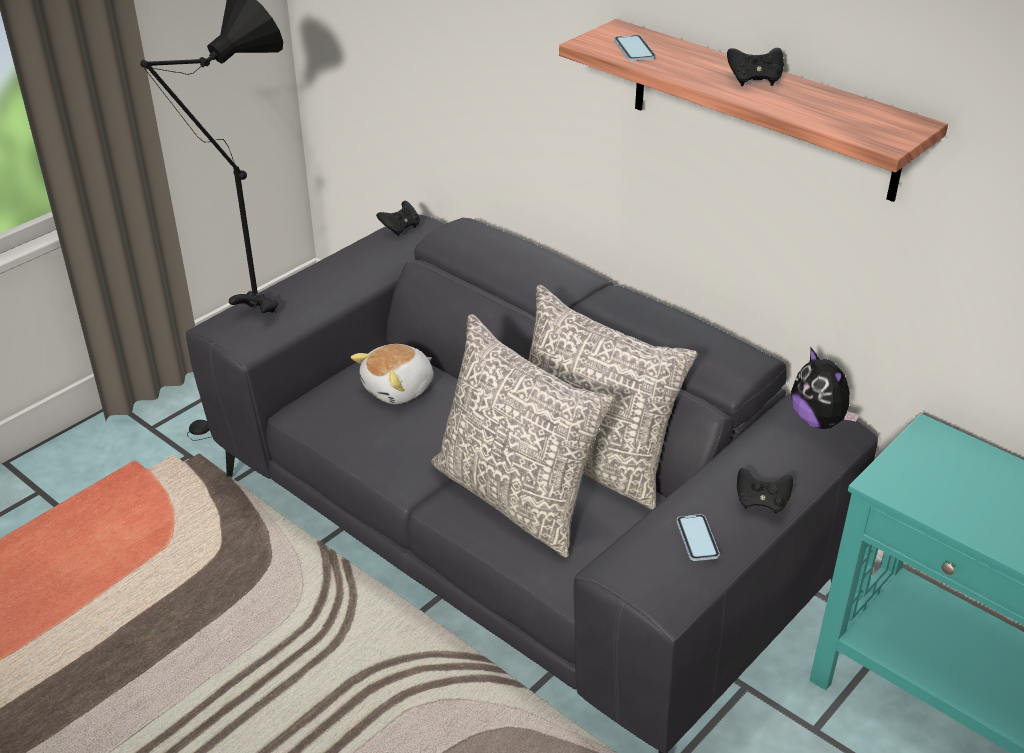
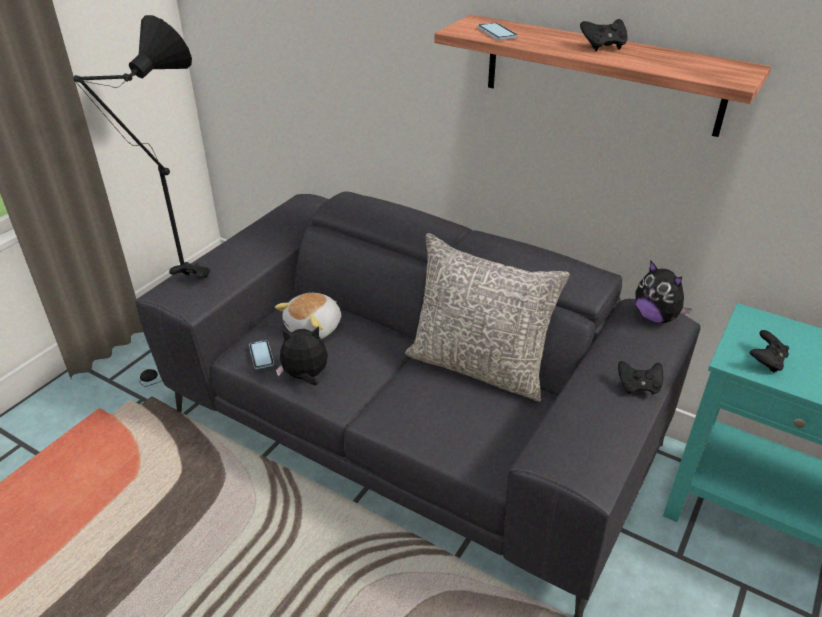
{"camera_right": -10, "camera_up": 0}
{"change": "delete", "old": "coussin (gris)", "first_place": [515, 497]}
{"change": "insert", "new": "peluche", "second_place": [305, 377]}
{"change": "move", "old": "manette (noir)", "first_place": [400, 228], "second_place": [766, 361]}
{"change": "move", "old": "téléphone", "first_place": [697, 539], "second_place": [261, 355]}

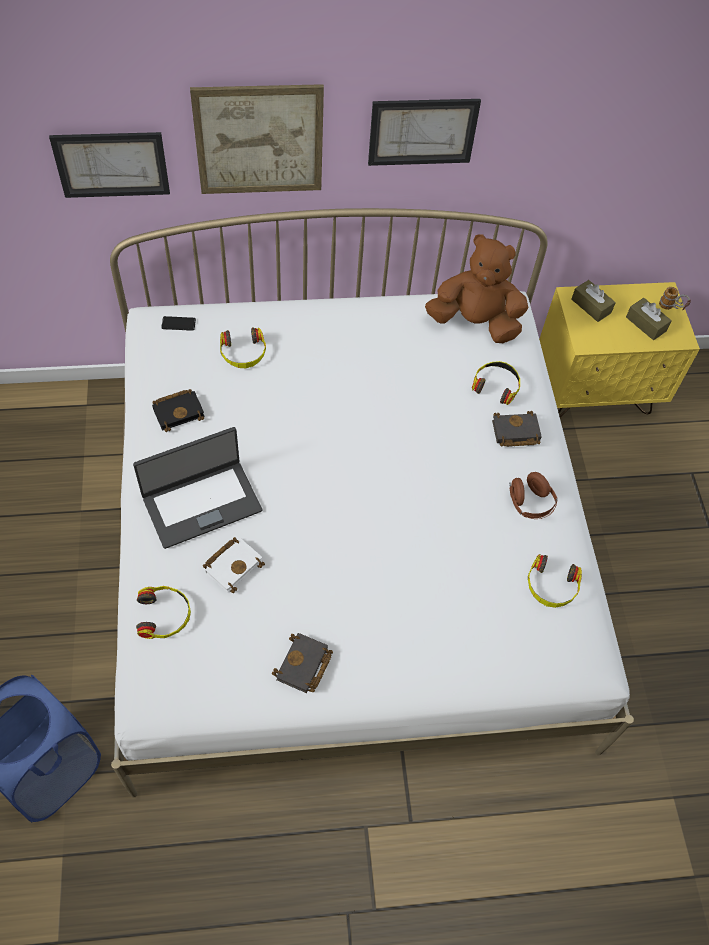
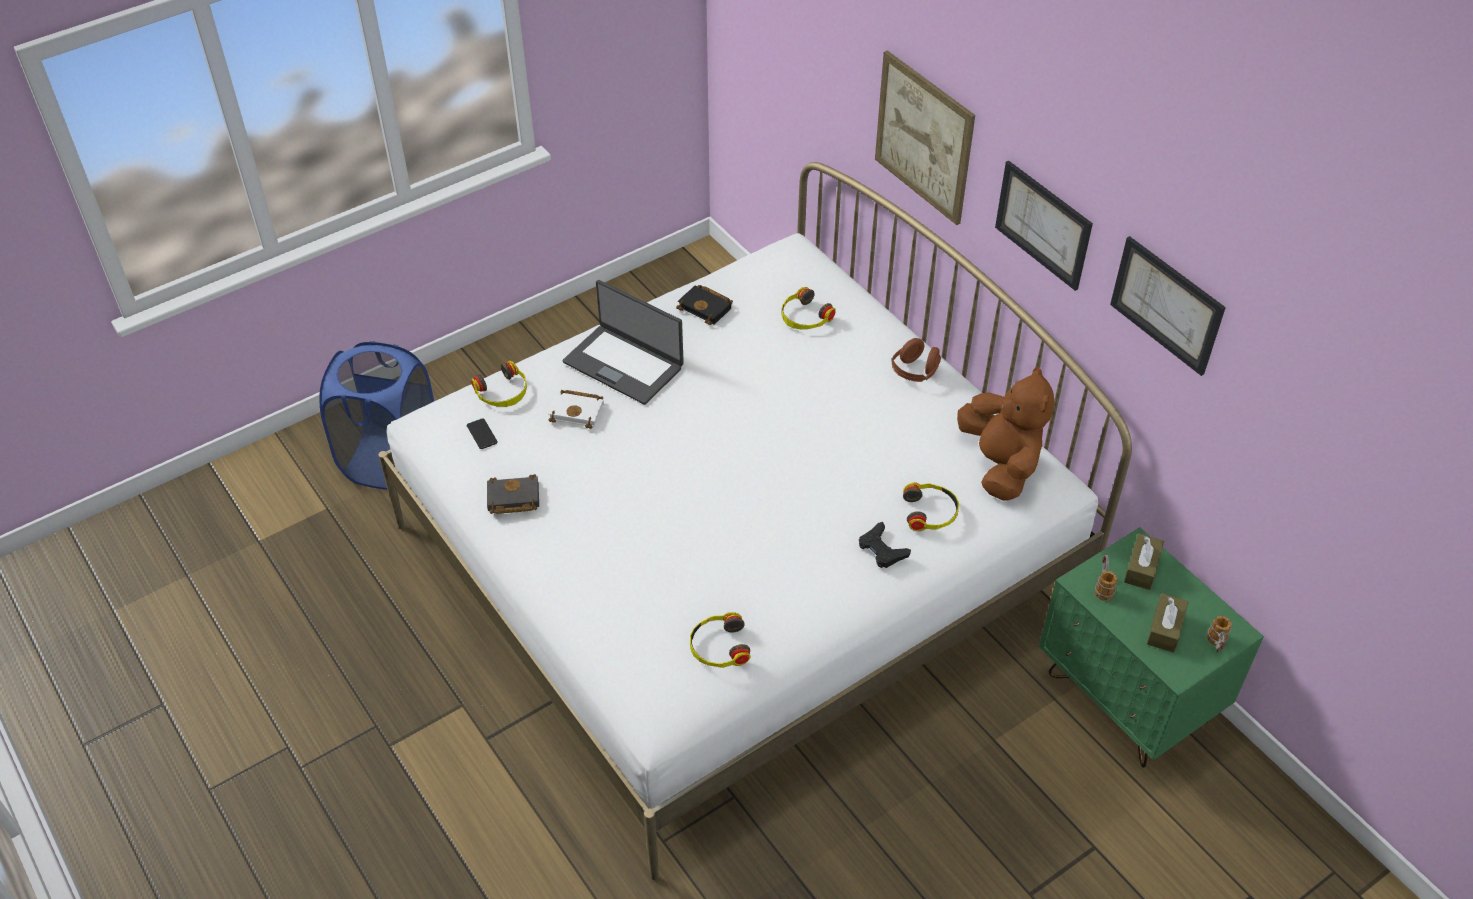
{"camera_right": 65, "camera_up": -10}
{"change": "insert", "new": "mug", "second_place": [1102, 586]}
{"change": "move", "old": "tableau", "first_place": [111, 164], "second_place": [1167, 305]}
{"change": "move", "old": "téléphone", "first_place": [178, 324], "second_place": [482, 434]}
{"change": "move", "old": "casque audio (marron)", "first_place": [530, 503], "second_place": [914, 372]}
{"change": "replace", "old": "livre (noir)", "new": "manette (noir)", "first_place": [514, 433], "second_place": [882, 549]}
{"change": "recolor", "old": "table de chevet (jaune)", "new": "table de chevet (vert)", "first_place": [595, 391], "second_place": [1127, 699]}

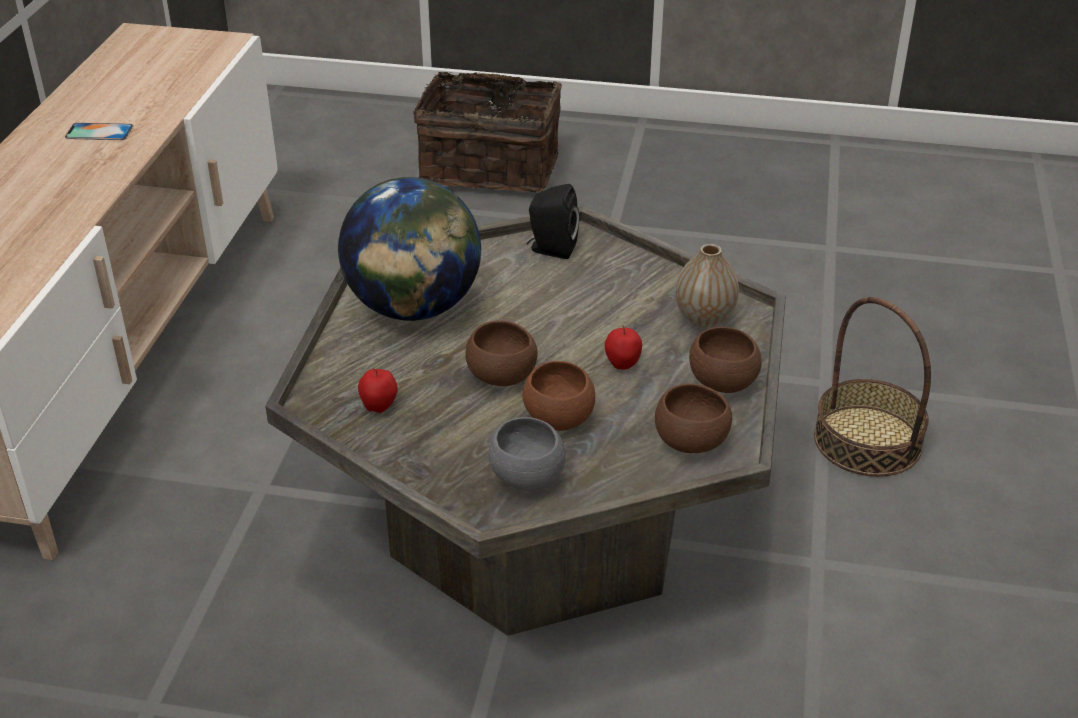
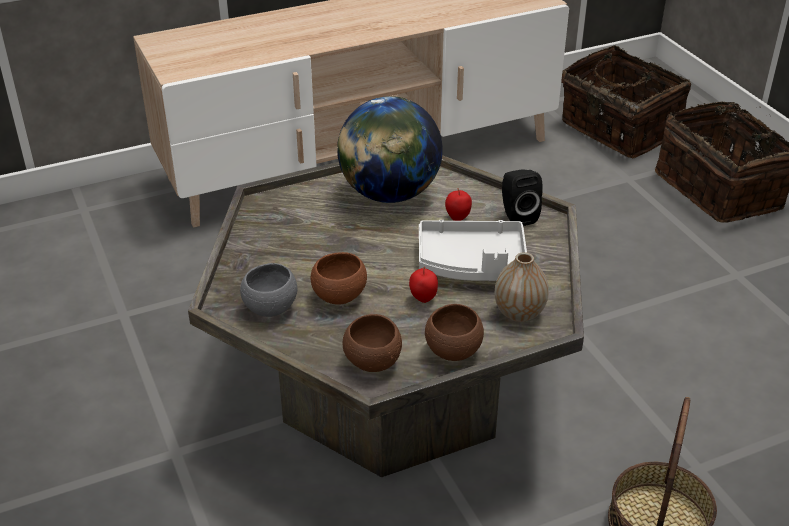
{"camera_right": 55, "camera_up": 0}
{"change": "delete", "old": "téléphone", "first_place": [99, 132]}
{"change": "delete", "old": "bol (marron)", "first_place": [501, 377]}
{"change": "insert", "new": "plateau (gris)", "second_place": [472, 264]}
{"change": "insert", "new": "panier", "second_place": [618, 129]}
{"change": "move", "old": "pomme", "first_place": [379, 408], "second_place": [457, 218]}

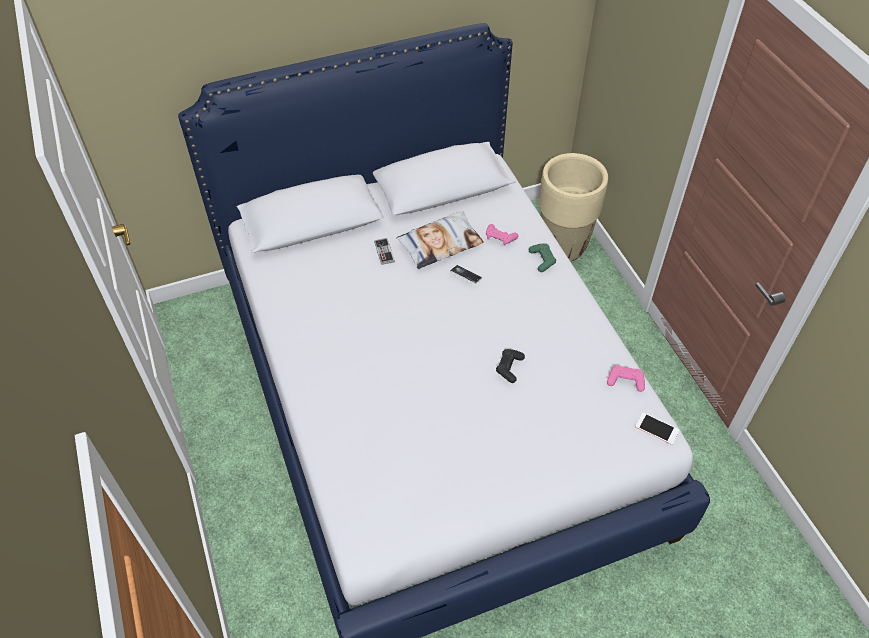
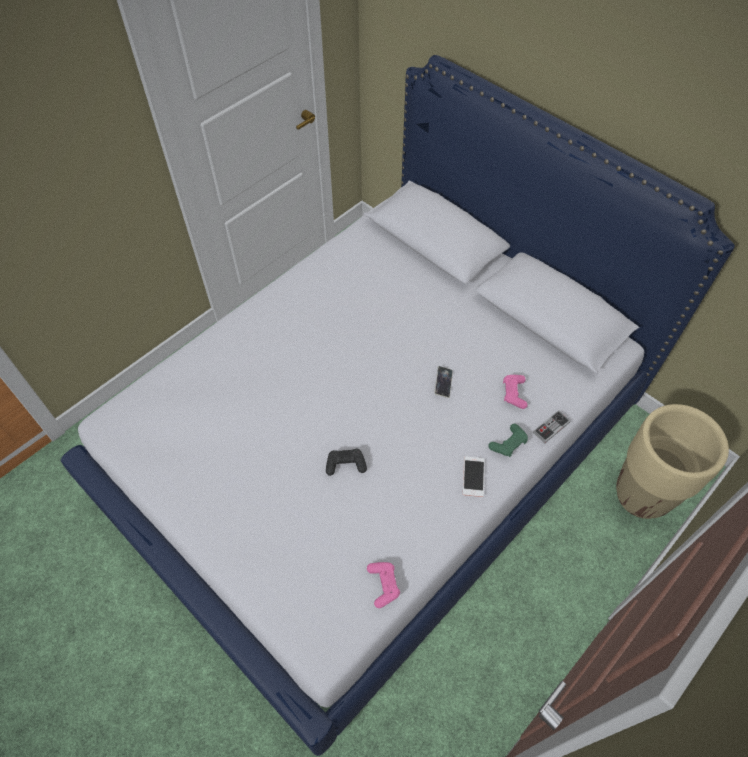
{"camera_right": 65, "camera_up": 5}
{"change": "delete", "old": "coussin", "first_place": [440, 244]}
{"change": "move", "old": "manette", "first_place": [384, 252], "second_place": [551, 427]}
{"change": "move", "old": "téléphone", "first_place": [657, 429], "second_place": [473, 476]}

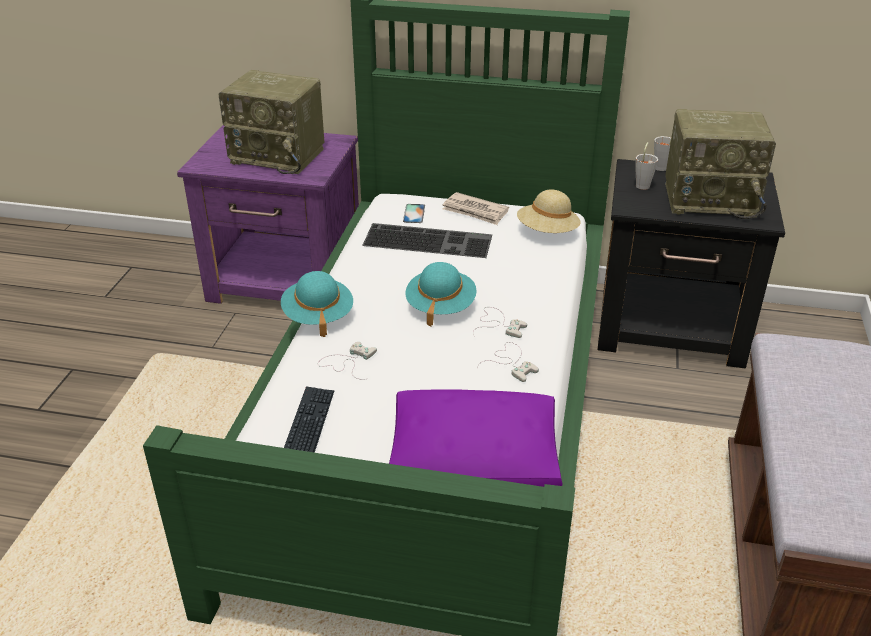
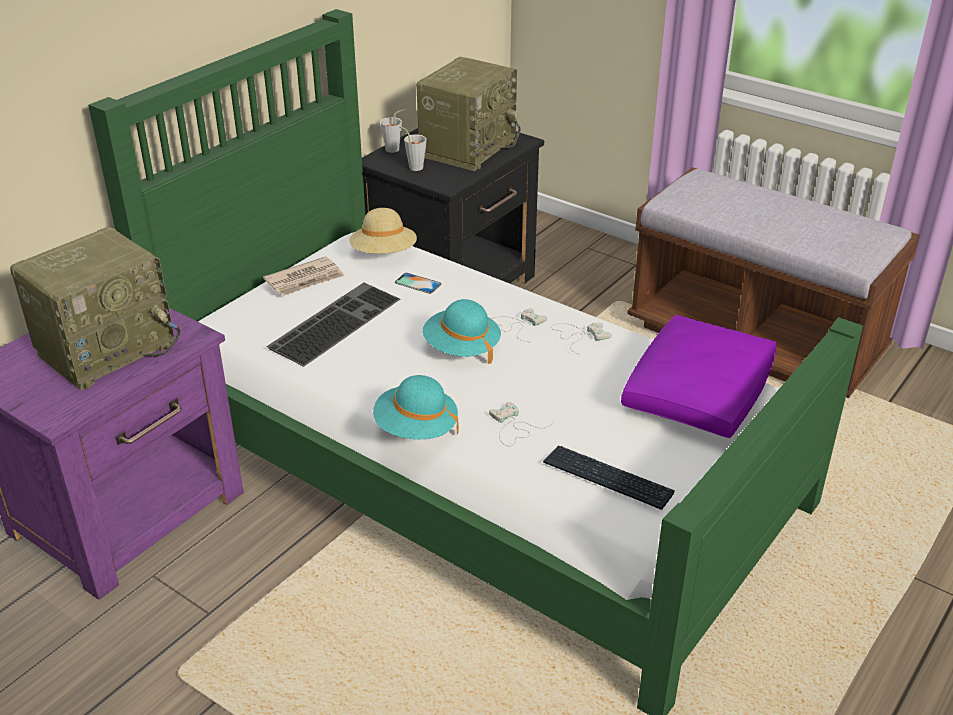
{"camera_right": -65, "camera_up": 0}
{"change": "move", "old": "téléphone", "first_place": [414, 213], "second_place": [418, 283]}

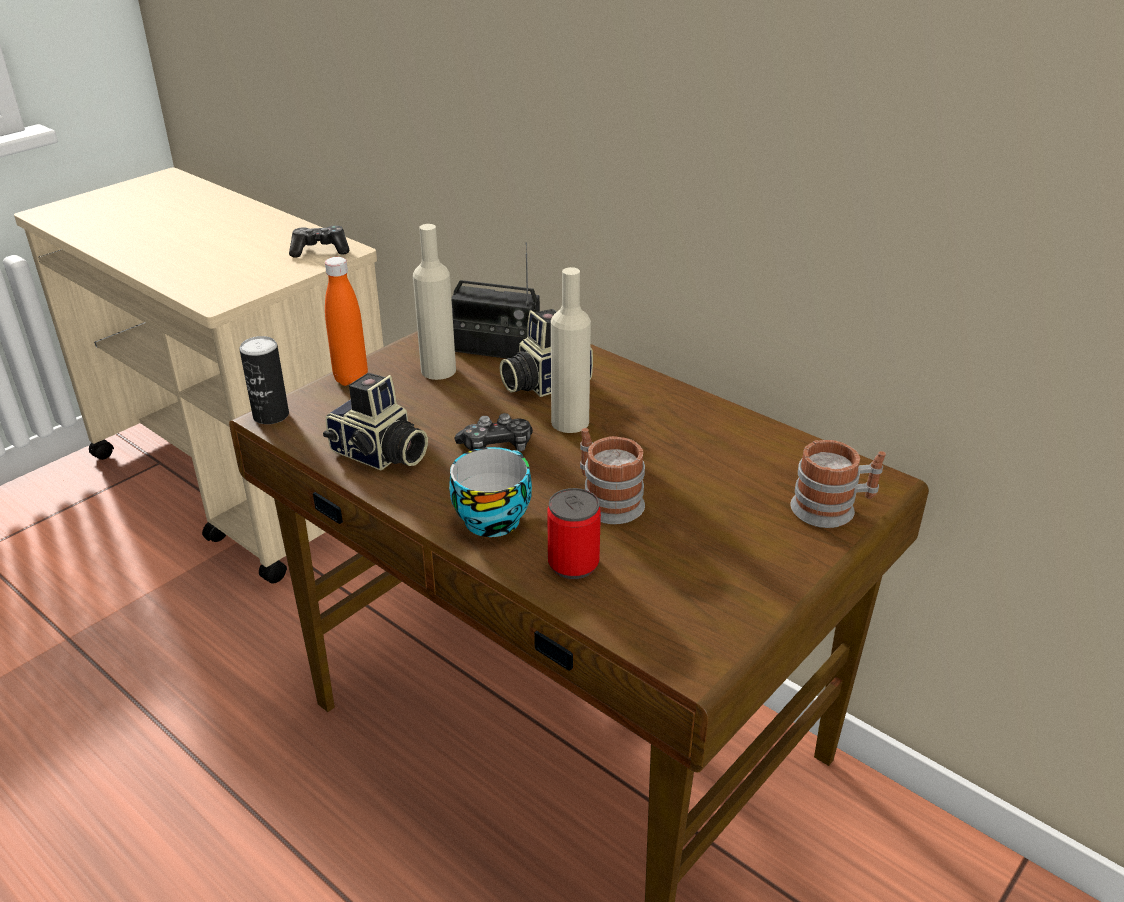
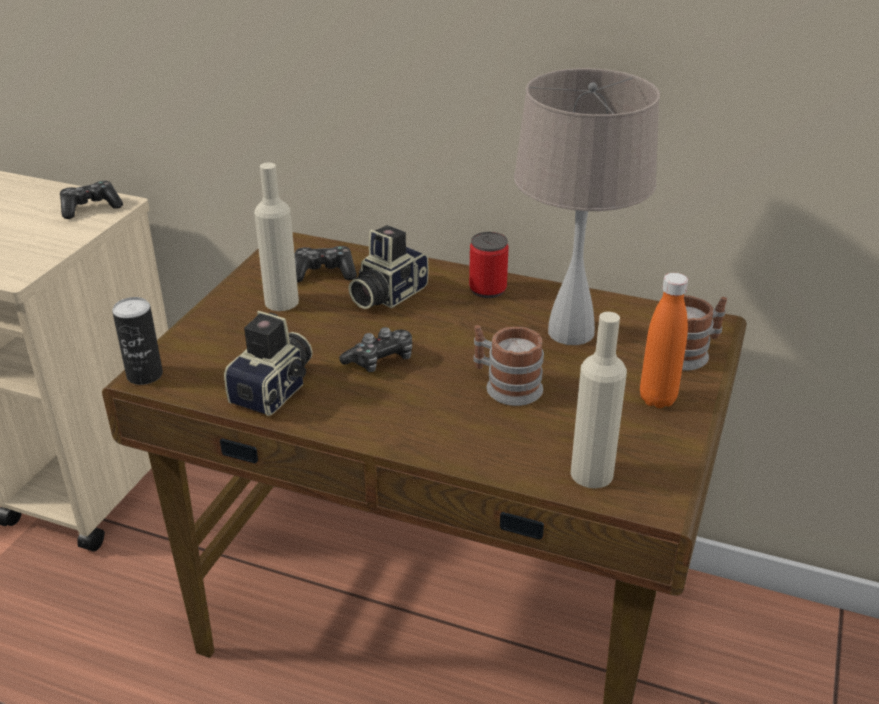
{"camera_right": -20, "camera_up": 0}
{"change": "delete", "old": "tasse", "first_place": [492, 517]}
{"change": "insert", "new": "lampe de table (beige)", "second_place": [570, 332]}
{"change": "move", "old": "bouteille (orange)", "first_place": [351, 379], "second_place": [657, 399]}
{"change": "move", "old": "boîte métallique", "first_place": [573, 564], "second_place": [487, 289]}
{"change": "move", "old": "bouteille (beige)", "first_place": [570, 422], "second_place": [591, 474]}
{"change": "replace", "old": "radio", "new": "manette", "first_place": [496, 349], "second_place": [323, 273]}
{"change": "rotate", "old": "appareil photo", "first_place": [378, 455], "second_place": [276, 390], "degrees": -75}

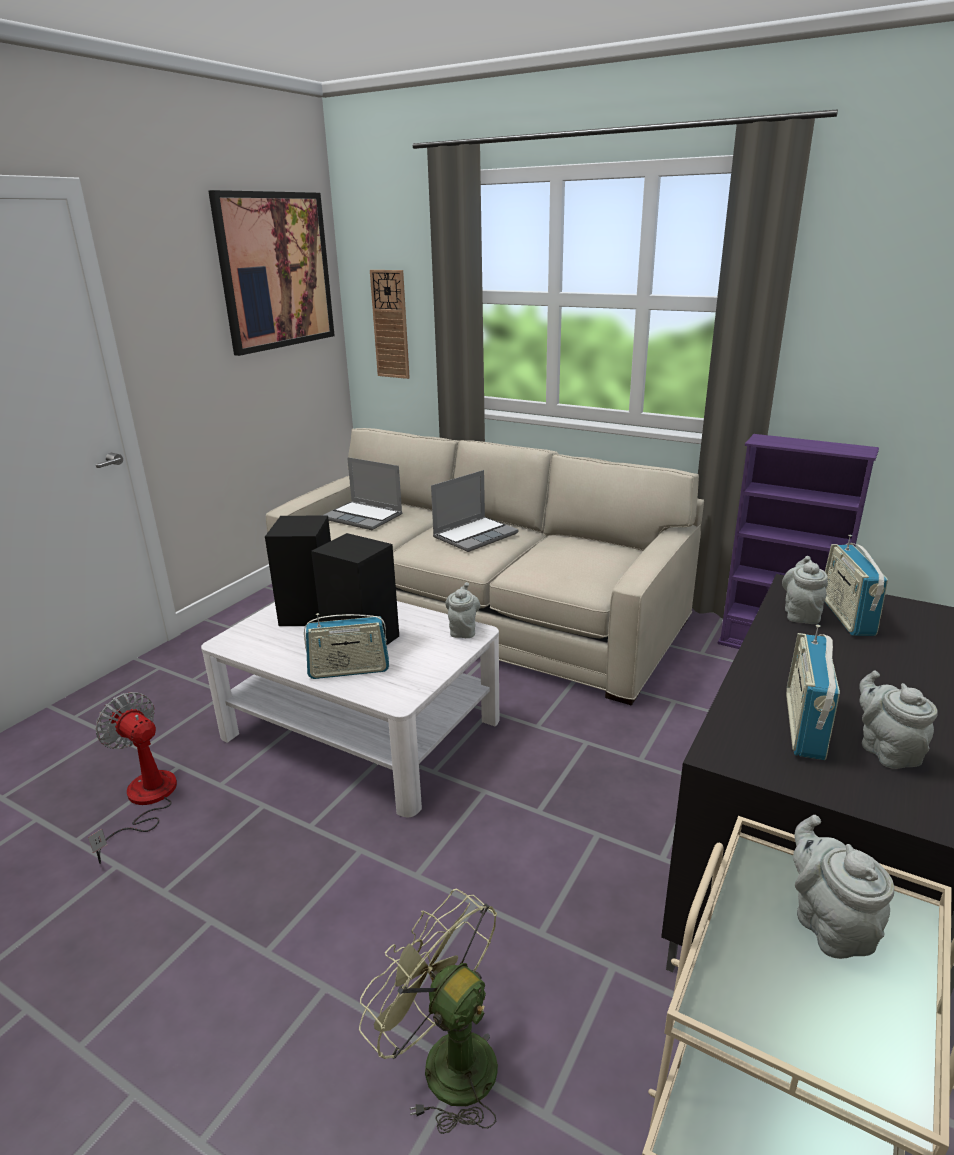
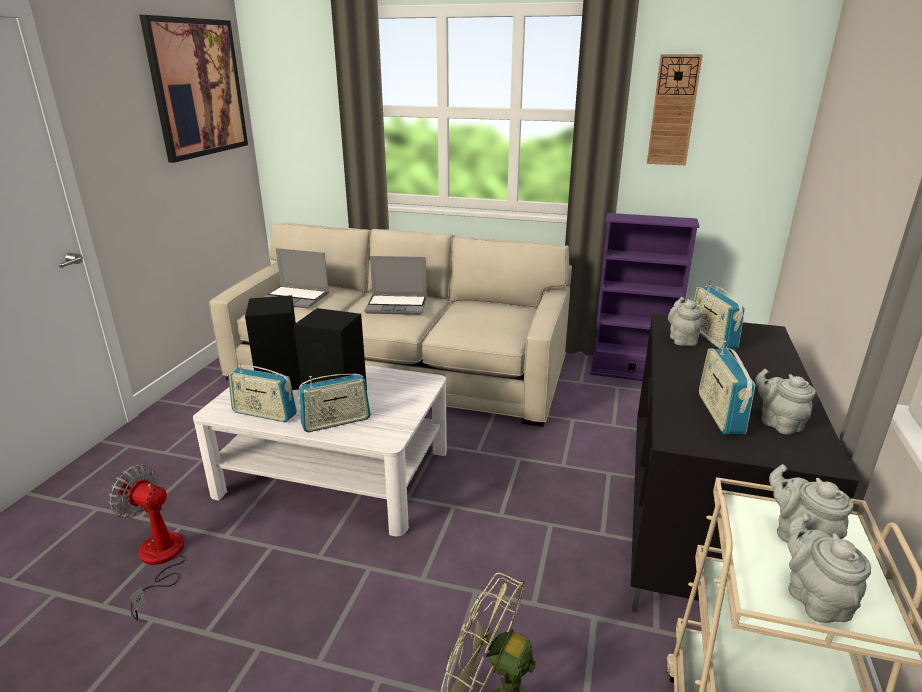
{"camera_right": -15, "camera_up": 0}
{"change": "insert", "new": "radio", "second_place": [264, 413]}
{"change": "move", "old": "horloge murale", "first_place": [390, 324], "second_place": [673, 111]}
{"change": "move", "old": "théière (gris)", "first_place": [463, 630], "second_place": [814, 598]}
{"change": "rotate", "old": "ordinateur portable", "first_place": [475, 535], "second_place": [397, 306], "degrees": 60}

